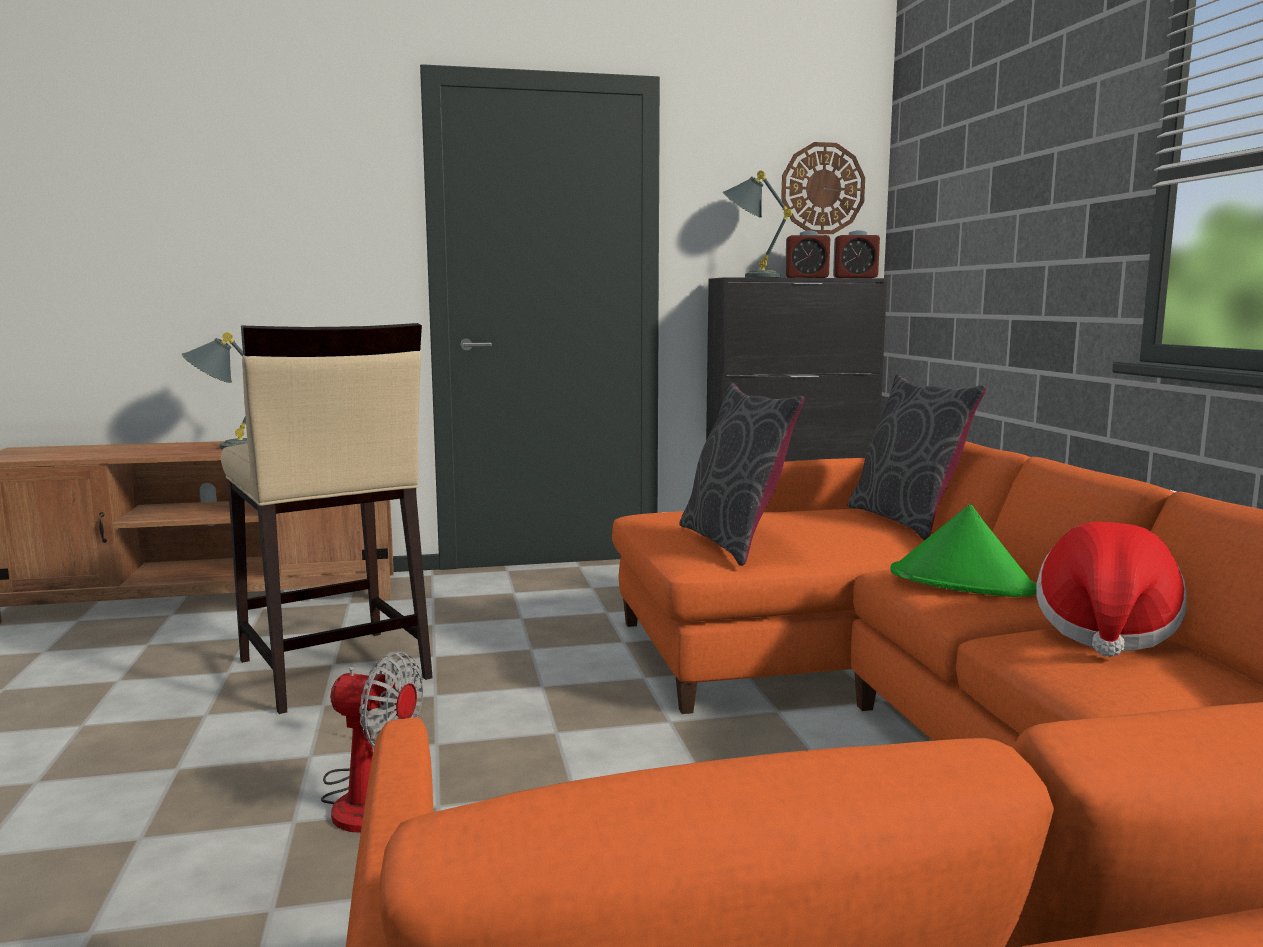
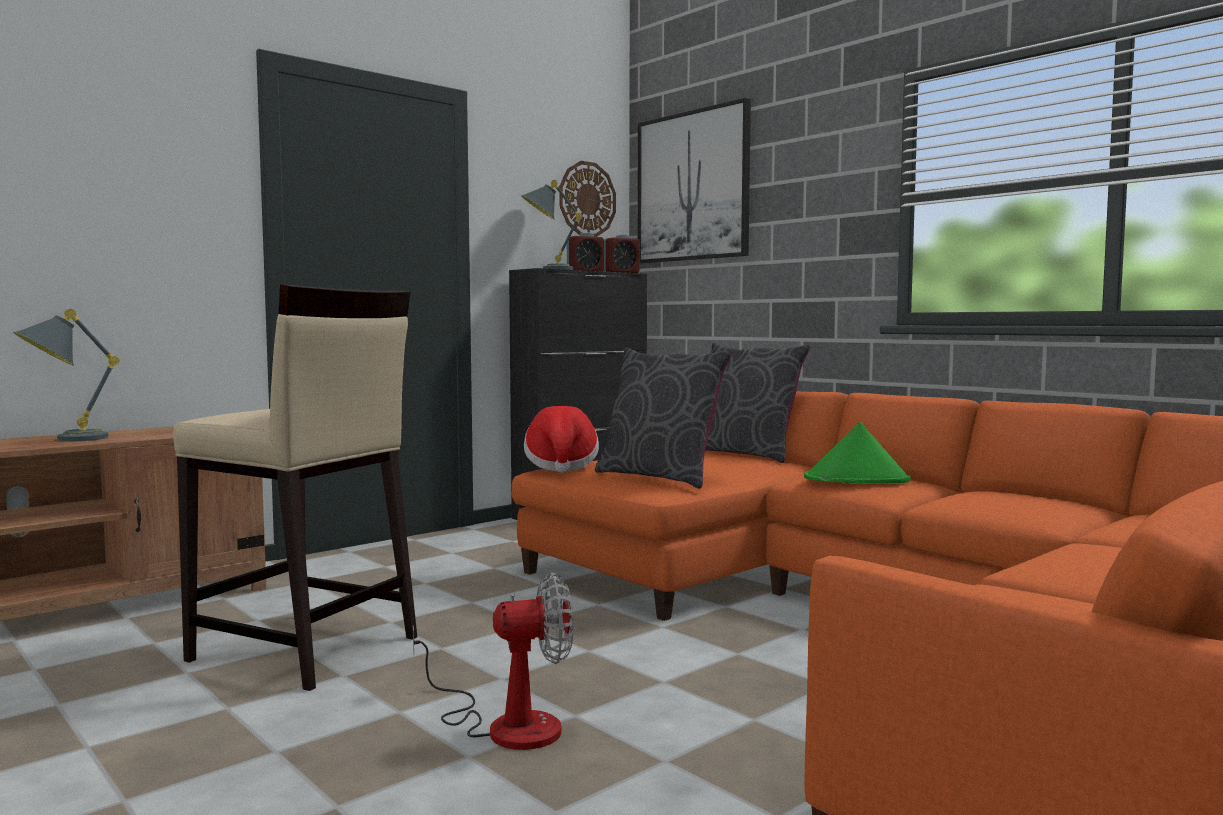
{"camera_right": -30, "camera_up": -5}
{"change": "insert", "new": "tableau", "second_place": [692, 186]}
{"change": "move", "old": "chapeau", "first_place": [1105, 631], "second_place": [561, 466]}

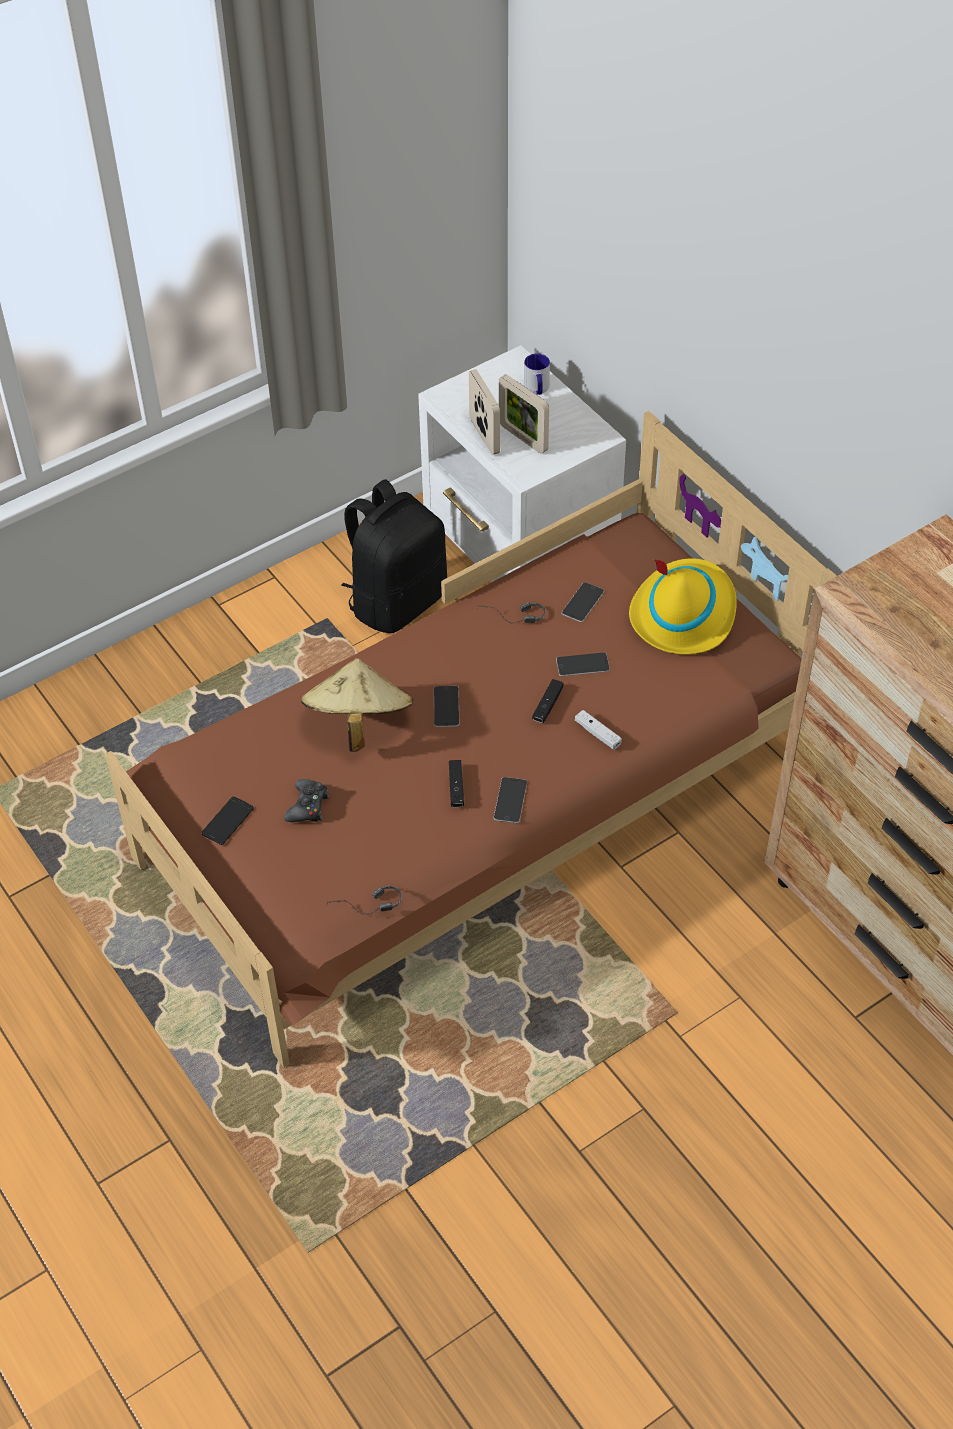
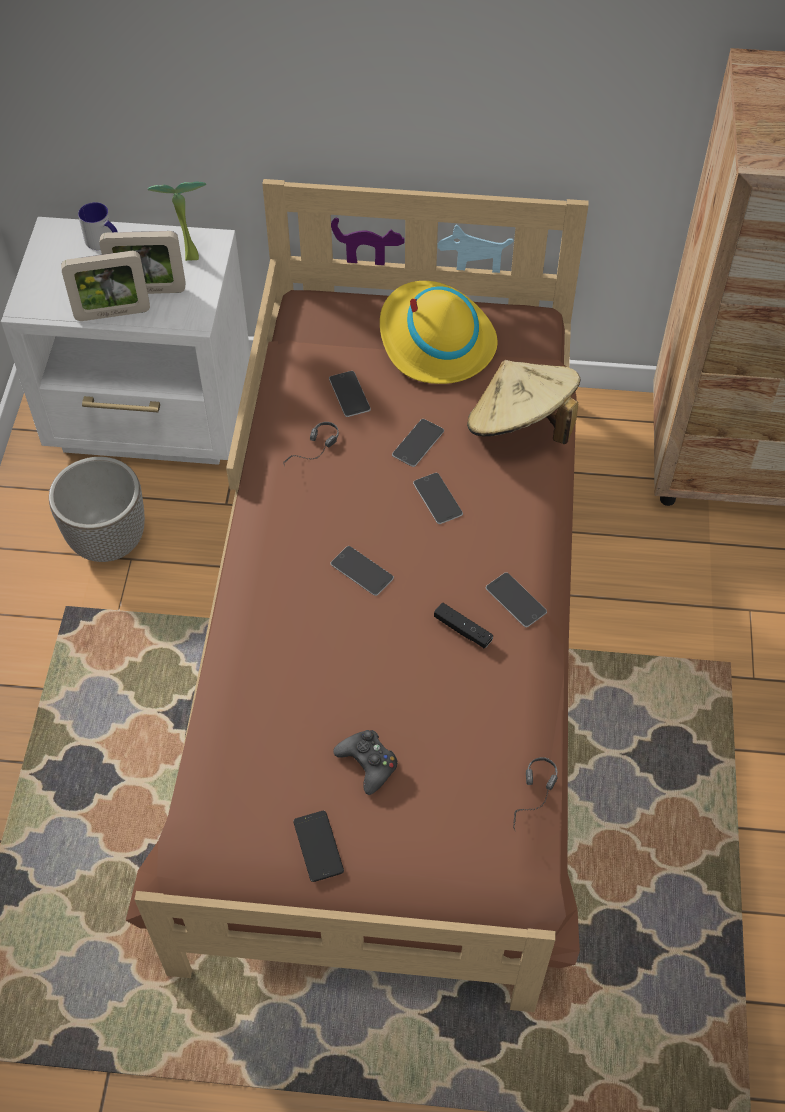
{"camera_right": -50, "camera_up": 5}
{"change": "delete", "old": "manette (blanc)", "first_place": [597, 734]}
{"change": "insert", "new": "plante en pot", "second_place": [188, 254]}
{"change": "move", "old": "chapeau (beige)", "first_place": [358, 723], "second_place": [520, 426]}
{"change": "replace", "old": "sac à dos (noir)", "new": "cache-pot", "first_place": [397, 601], "second_place": [108, 541]}
{"change": "replace", "old": "manette (noir)", "new": "téléphone", "first_place": [547, 705], "second_place": [437, 498]}
{"change": "rotate", "old": "cadre photo", "first_place": [484, 436], "second_place": [112, 313], "degrees": 150}

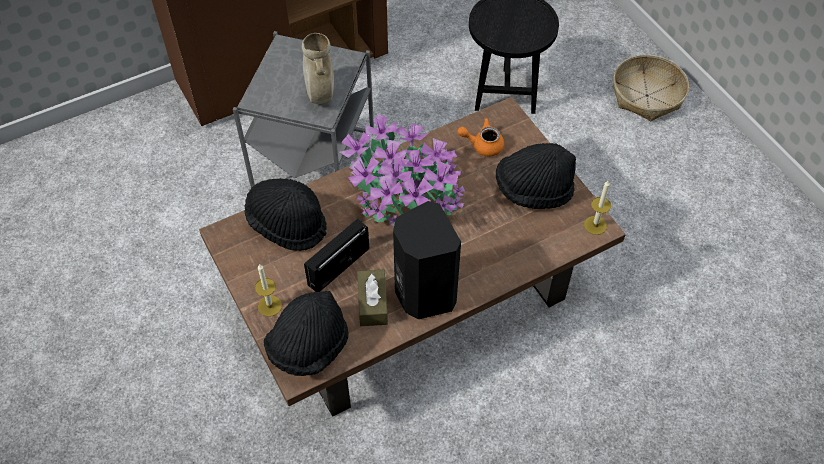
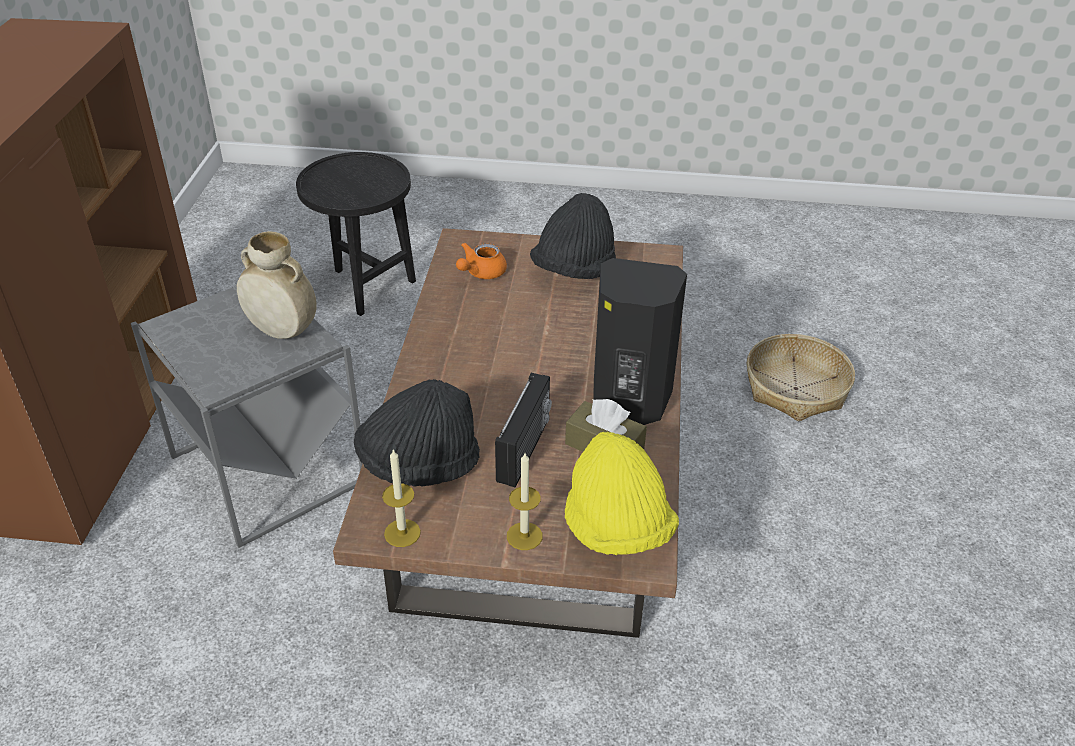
{"camera_right": -55, "camera_up": -15}
{"change": "delete", "old": "plante en pot", "first_place": [403, 199]}
{"change": "move", "old": "bougie", "first_place": [595, 225], "second_place": [402, 533]}
{"change": "move", "old": "panier", "first_place": [646, 95], "second_place": [795, 389]}
{"change": "recolor", "old": "chapeau (noir)", "new": "chapeau (jaune)", "first_place": [309, 347], "second_place": [617, 528]}
{"change": "rotate", "old": "radio", "first_place": [338, 266], "second_place": [525, 450], "degrees": -150}

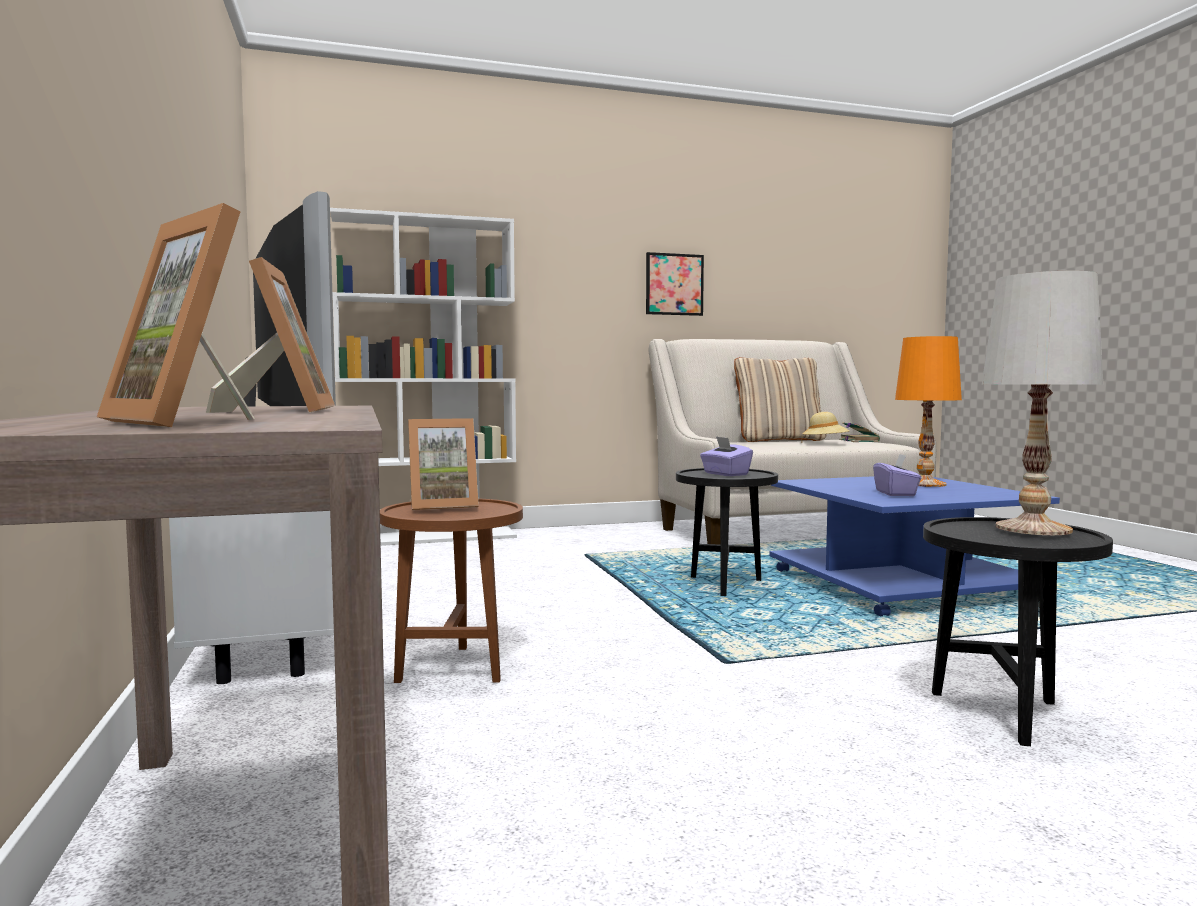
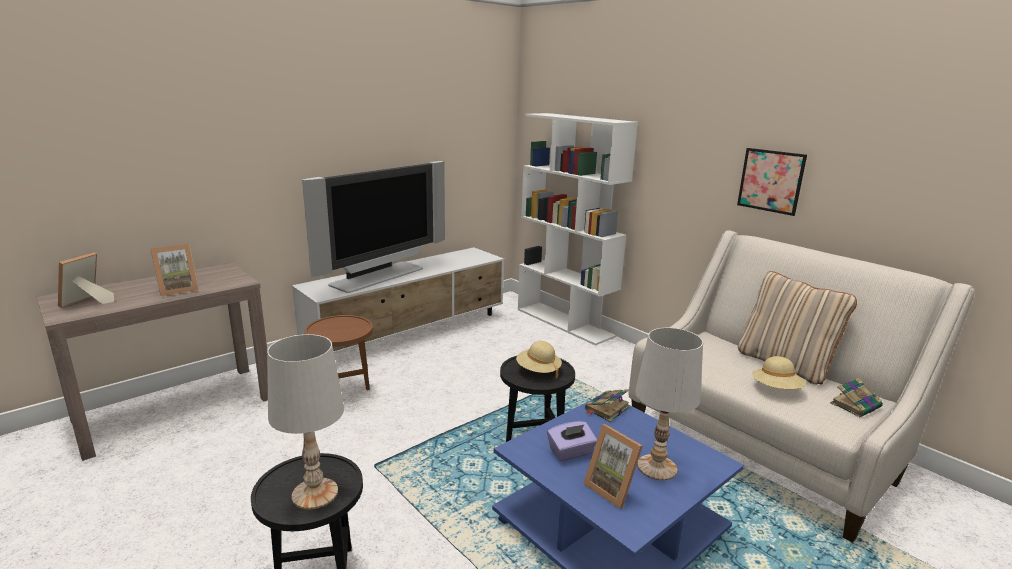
{"camera_right": 65, "camera_up": 15}
{"change": "insert", "new": "livre", "second_place": [606, 409]}
{"change": "move", "old": "cadre photo", "first_place": [442, 505], "second_place": [613, 488]}
{"change": "replace", "old": "boîte à mouchoirs (violet)", "new": "chapeau (beige)", "first_place": [725, 474], "second_place": [538, 370]}
{"change": "recolor", "old": "lampe de table (orange)", "new": "lampe de table (blanc)", "first_place": [925, 484], "second_place": [656, 467]}

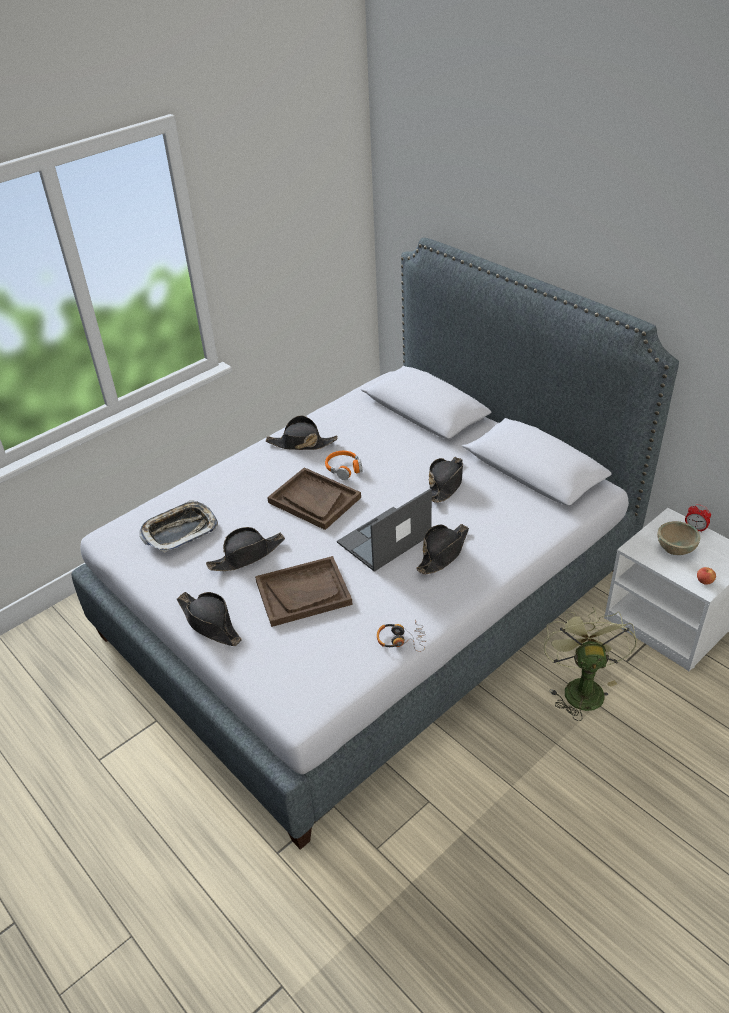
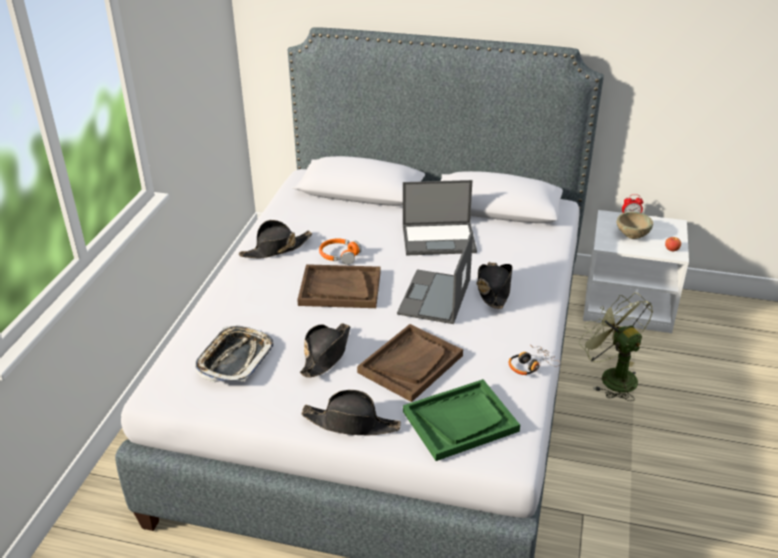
{"camera_right": -35, "camera_up": -5}
{"change": "insert", "new": "plateau (vert)", "second_place": [460, 421]}
{"change": "replace", "old": "chapeau (noir)", "new": "ordinateur portable", "first_place": [446, 483], "second_place": [439, 239]}

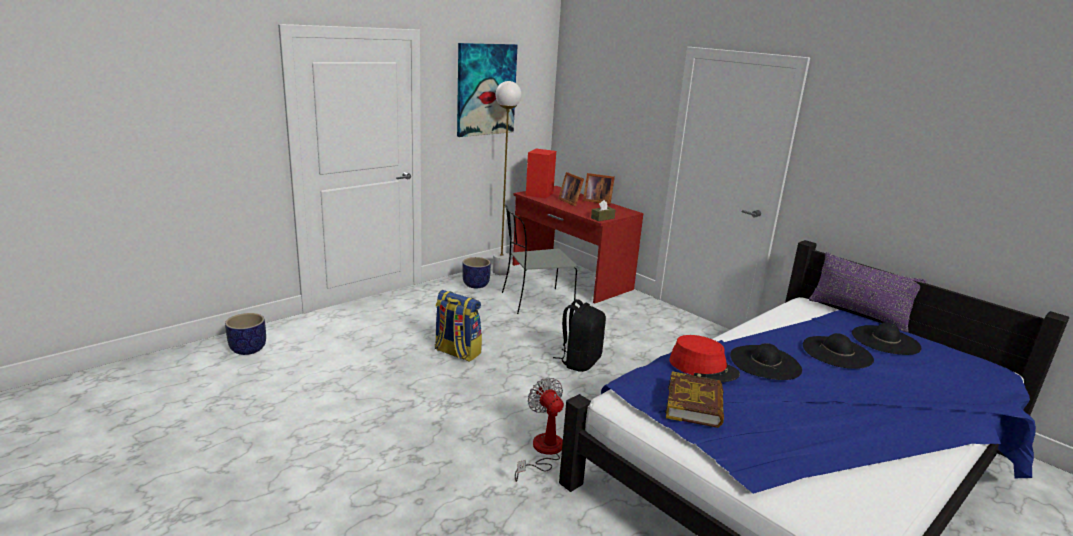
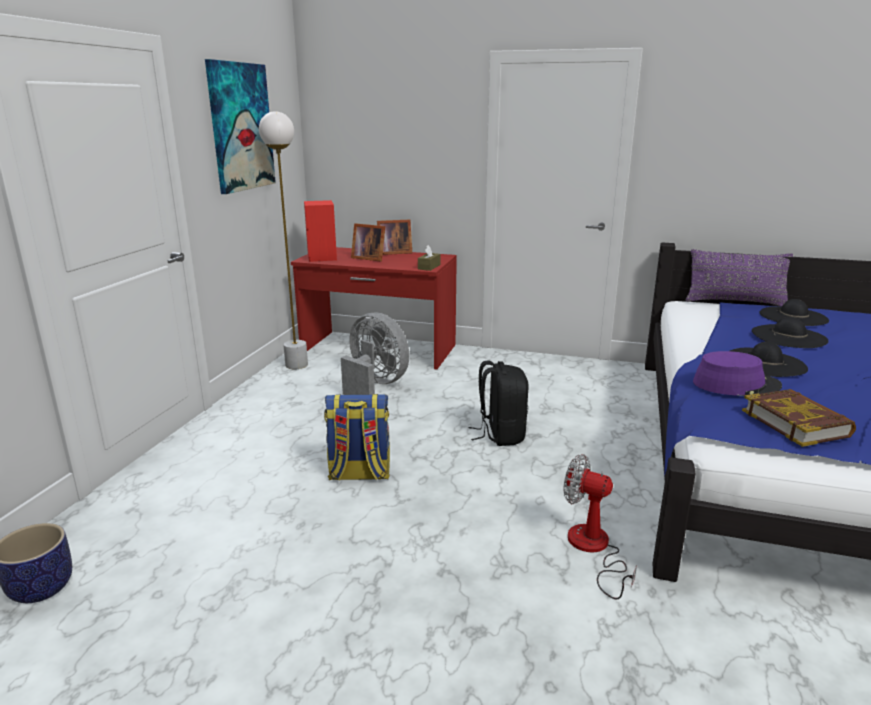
{"camera_right": -30, "camera_up": 0}
{"change": "delete", "old": "cache-pot", "first_place": [476, 285]}
{"change": "replace", "old": "chaise (gris)", "new": "ventilateur (gris)", "first_place": [535, 301], "second_place": [375, 386]}
{"change": "recolor", "old": "chapeau (rouge)", "new": "chapeau (violet)", "first_place": [703, 367], "second_place": [735, 385]}

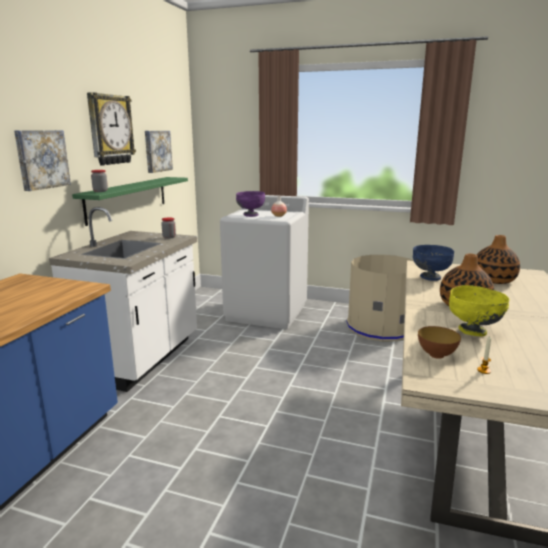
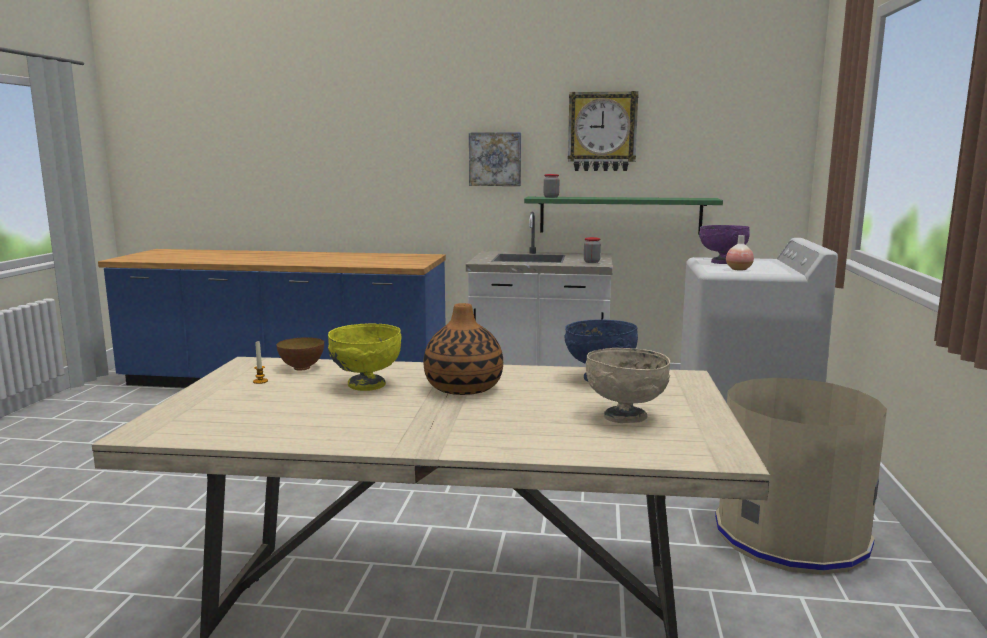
{"camera_right": 80, "camera_up": -5}
{"change": "delete", "old": "tableau", "first_place": [157, 151]}
{"change": "replace", "old": "vase", "new": "bol (beige)", "first_place": [493, 280], "second_place": [625, 417]}

